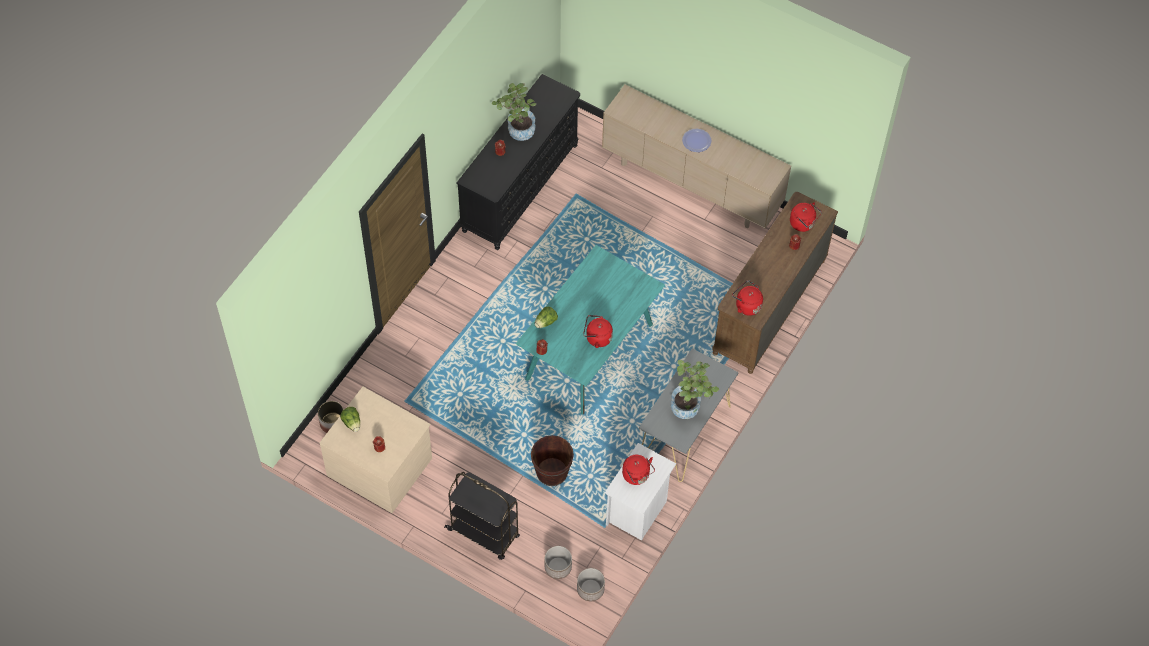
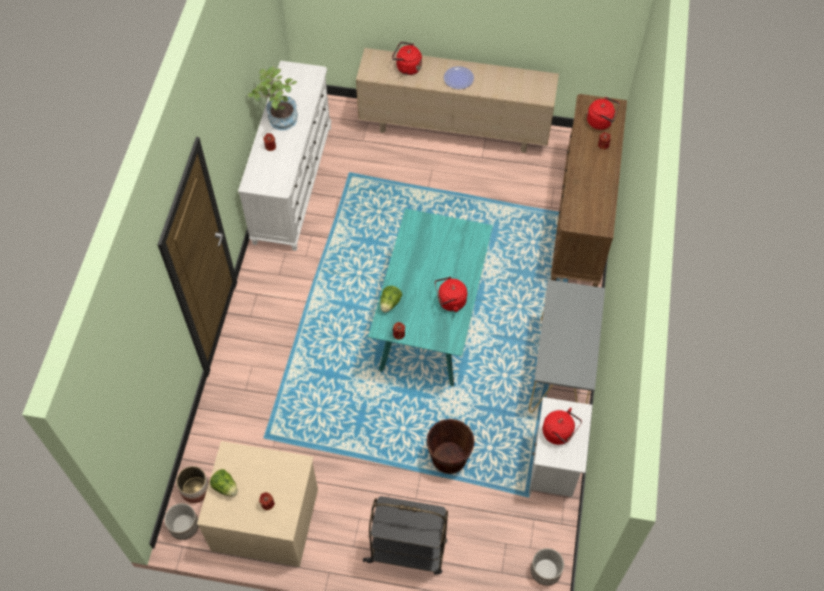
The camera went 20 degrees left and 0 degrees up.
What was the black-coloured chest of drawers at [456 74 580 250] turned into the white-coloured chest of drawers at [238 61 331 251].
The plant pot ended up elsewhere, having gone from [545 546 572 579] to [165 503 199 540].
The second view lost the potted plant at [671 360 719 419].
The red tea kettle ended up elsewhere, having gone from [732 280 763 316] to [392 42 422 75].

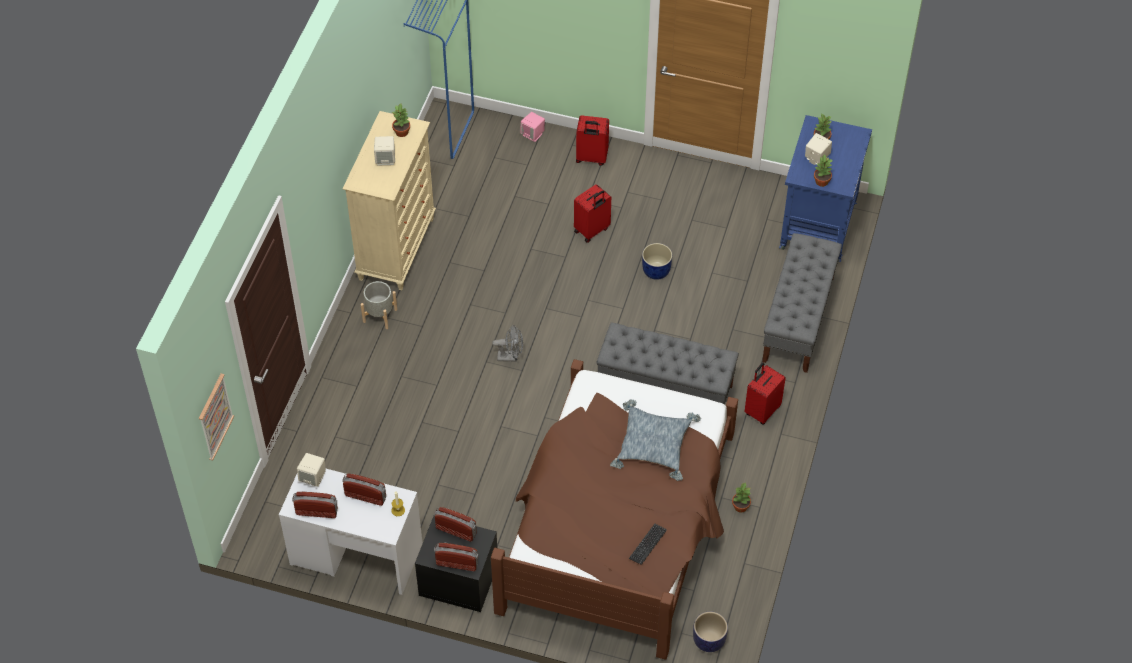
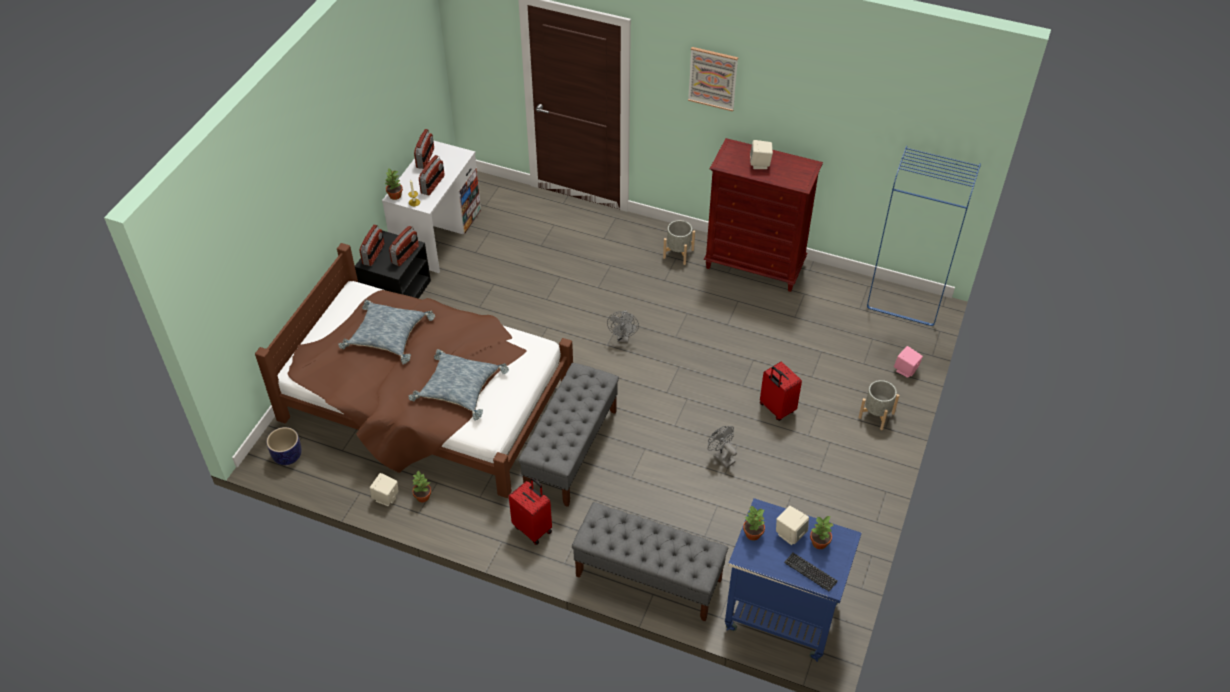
The camera went 95 degrees right and 5 degrees down.
The wall art ended up elsewhere, having gone from [199 374 234 460] to [688 47 738 111].
The beige loudspeaker ended up elsewhere, having gone from [297 453 326 487] to [370 473 398 506].
What was the beige chest of drawers at [342 111 436 290] turned into the red chest of drawers at [704 138 823 292].
The potted plant ended up elsewhere, having gone from [392 104 410 137] to [385 168 403 200].
Where the red piece of luggage stood at [576 115 609 166], the greyish plant pot came to stand at [858 380 899 430].
The computer keyboard ended up elsewhere, having gone from [629 524 667 565] to [784 553 838 591].
Where the bluish plant pot stood at [642 243 672 280], the greyish electric fan came to stand at [708 426 737 468].
The second view gained the throw pillow at [339 300 435 365].

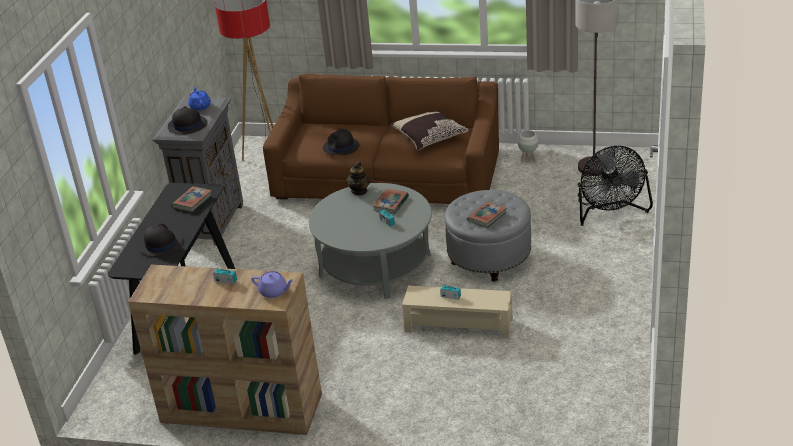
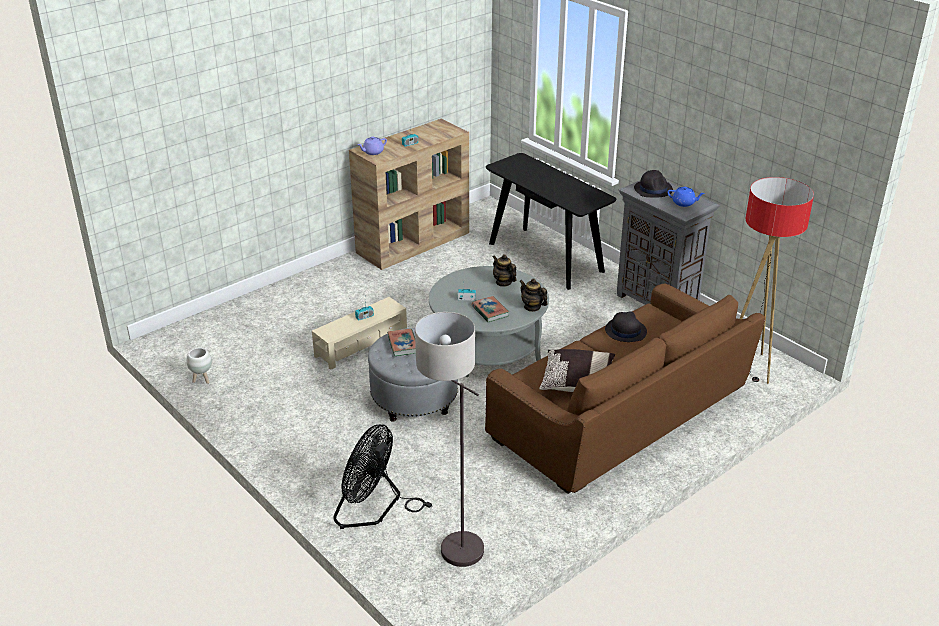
The camera went 125 degrees right and 0 degrees up.
The second view lost the black-coloured hat at [139 223 183 257].
The second view lost the volume at [172 186 212 212].
The white-coloured plant pot ended up elsewhere, having gone from [517 130 539 162] to [187 348 212 384].
The second view gained the pot for tea at [493 254 516 287].

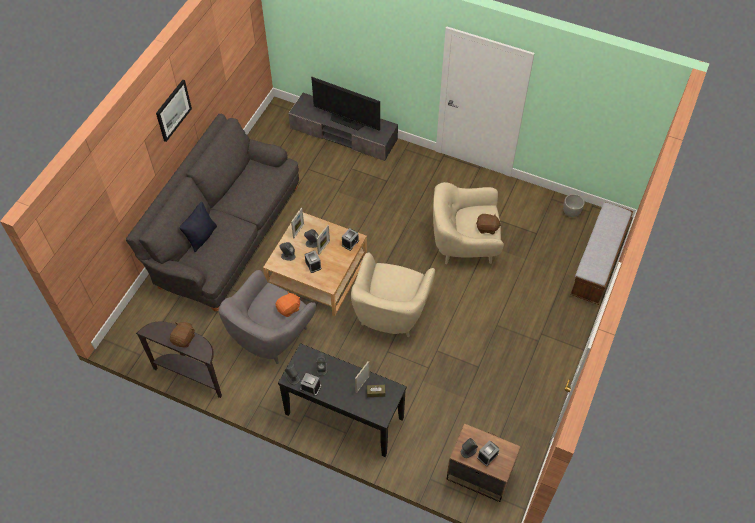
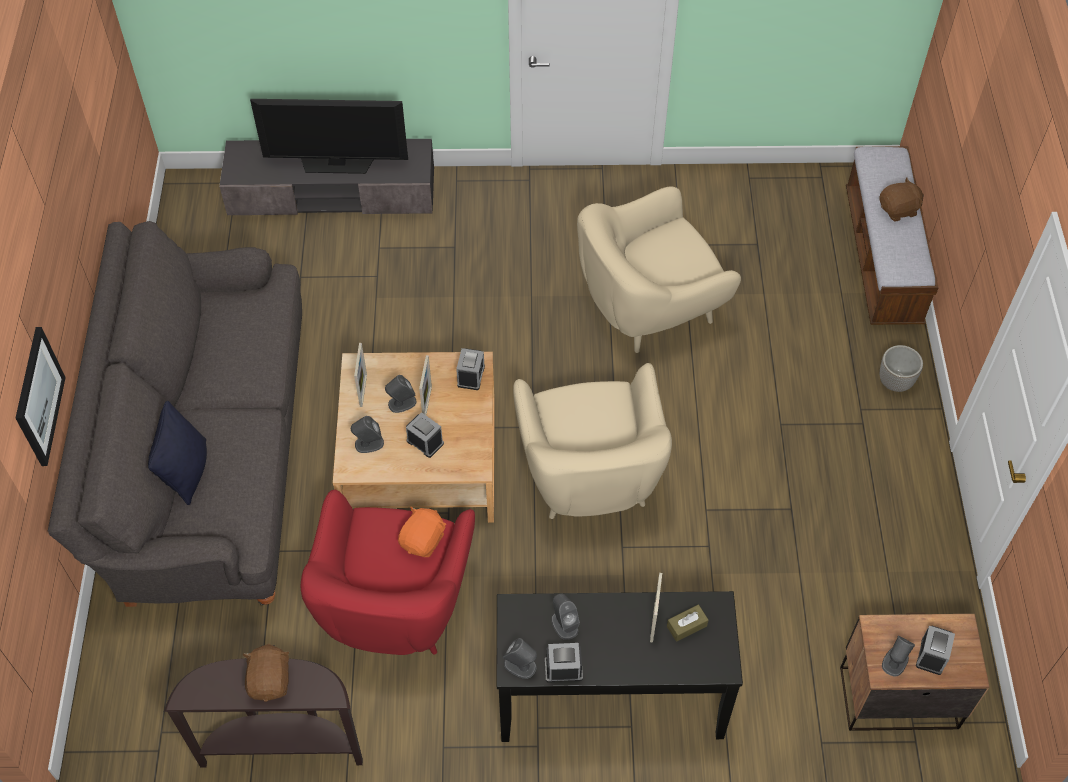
The camera went 25 degrees left and 0 degrees up.
The wall art ended up elsewhere, having gone from [156 80 192 142] to [15 327 66 466].
What was the greyish lounge chair at [218 270 316 364] turned into the red lounge chair at [301 490 475 655].
The brown plush toy ended up elsewhere, having gone from [476 213 501 234] to [879 178 924 222].
The plant pot ended up elsewhere, having gone from [563 194 585 217] to [880 345 923 392].

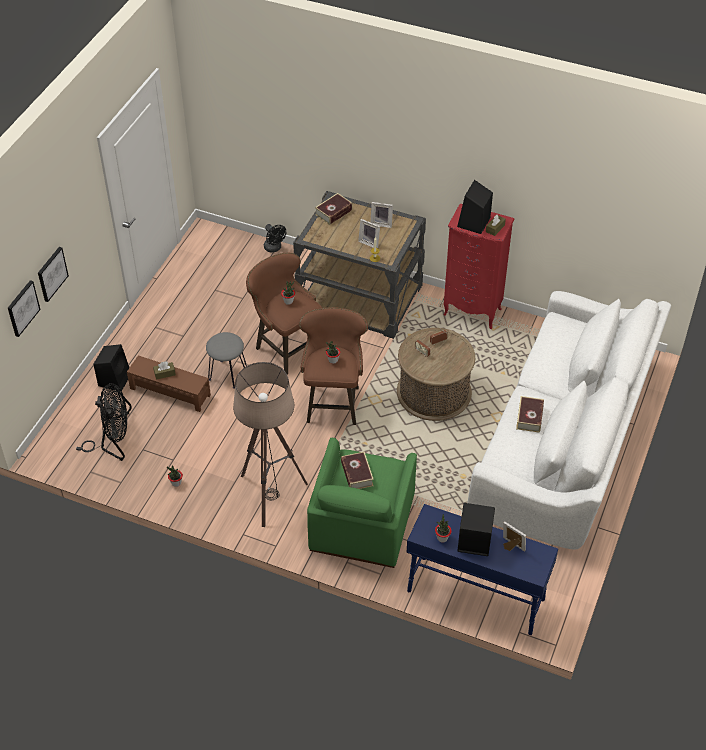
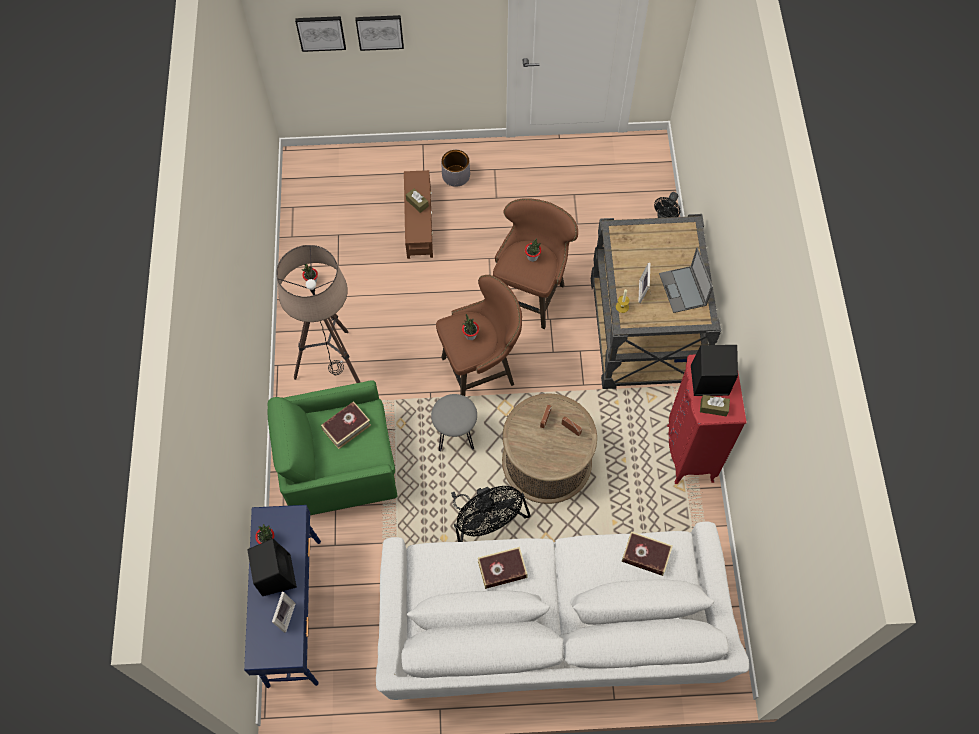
The camera went 65 degrees right and 15 degrees up.
The black-coloured electric fan ended up elsewhere, having gone from [76 383 131 461] to [451 486 531 542].
The second view lost the black-coloured loudspeaker at [93 344 129 392].
The greyish stool seat ended up elsewhere, having gone from [206 332 247 389] to [431 394 477 451].
The volume ended up elsewhere, having gone from [315 193 353 225] to [621 531 672 576].
Where the standing frame stood at [371 202 393 228], the notebook computer came to stand at [659 247 713 313].
The second view gained the greyish plant pot at [441 150 470 187].

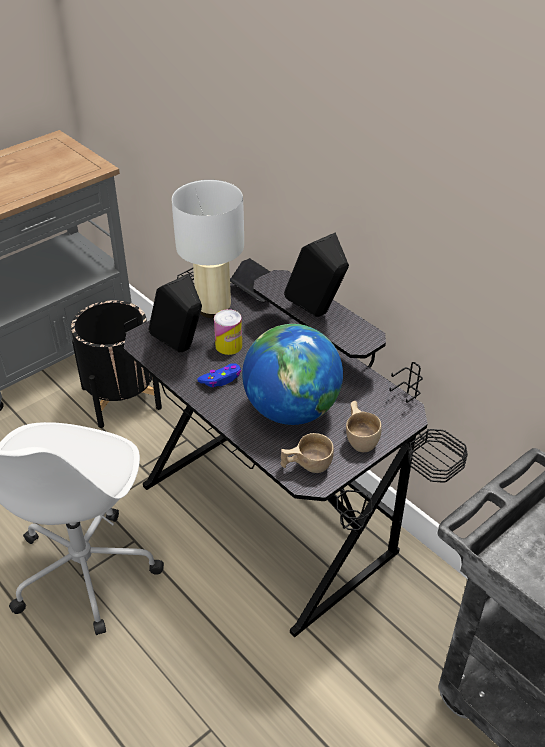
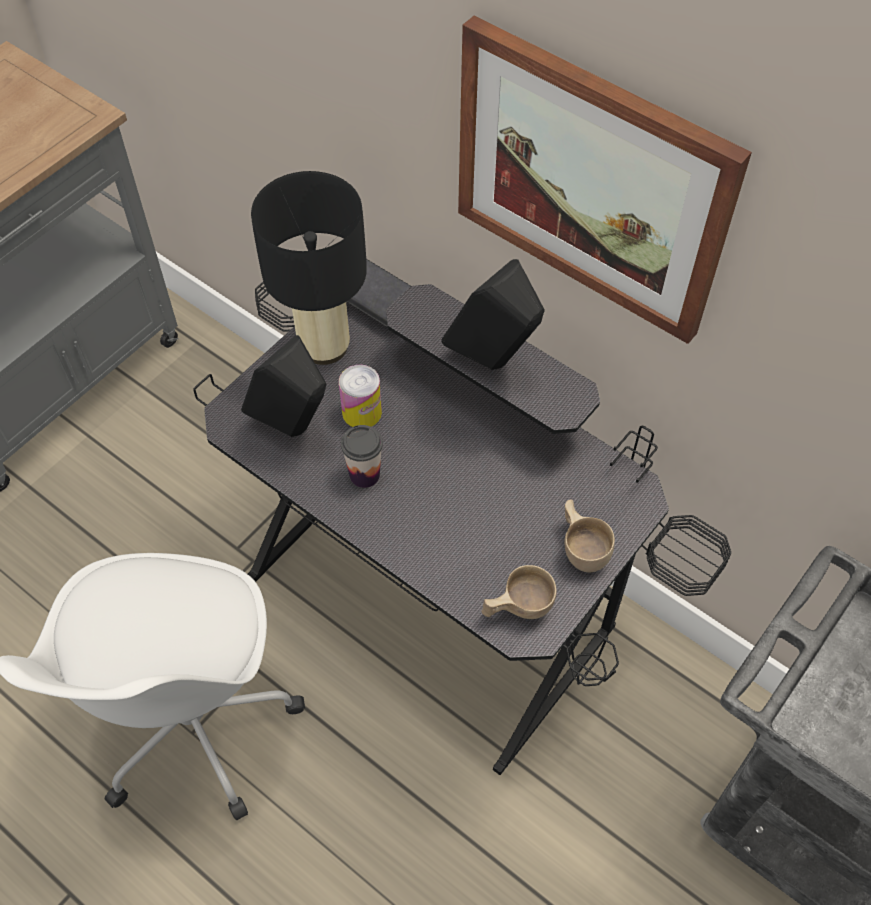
The camera went 10 degrees left and 15 degrees up.
The second view lost the black-coloured plant pot at [71 300 162 428].
What was the white-coloured tabletop lamp at [172 180 244 318] turned into the black-coloured tabletop lamp at [251 171 367 365].
Where the bluish game controller stood at [197 363 241 387], the small cup came to stand at [341 425 383 488].
The second view lost the desk globe at [242 324 343 425].
The second view gained the wall art at [458 16 752 344].

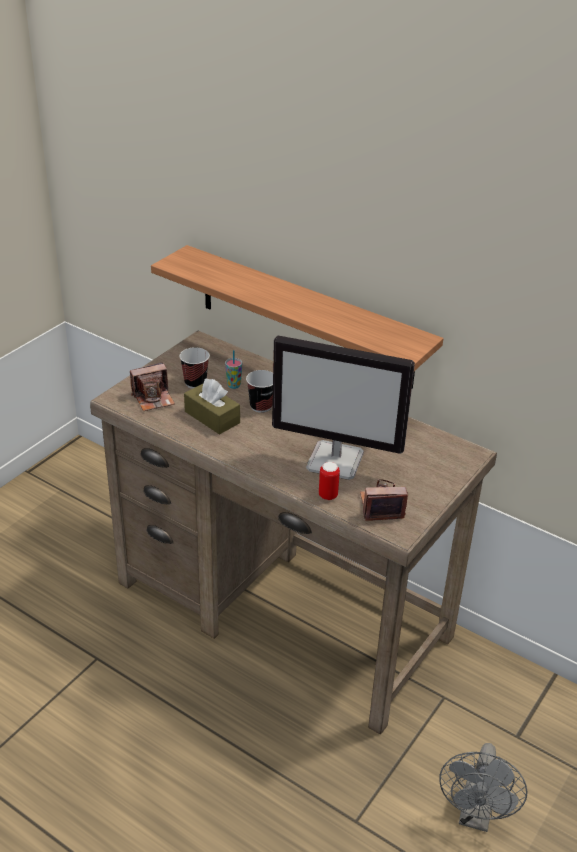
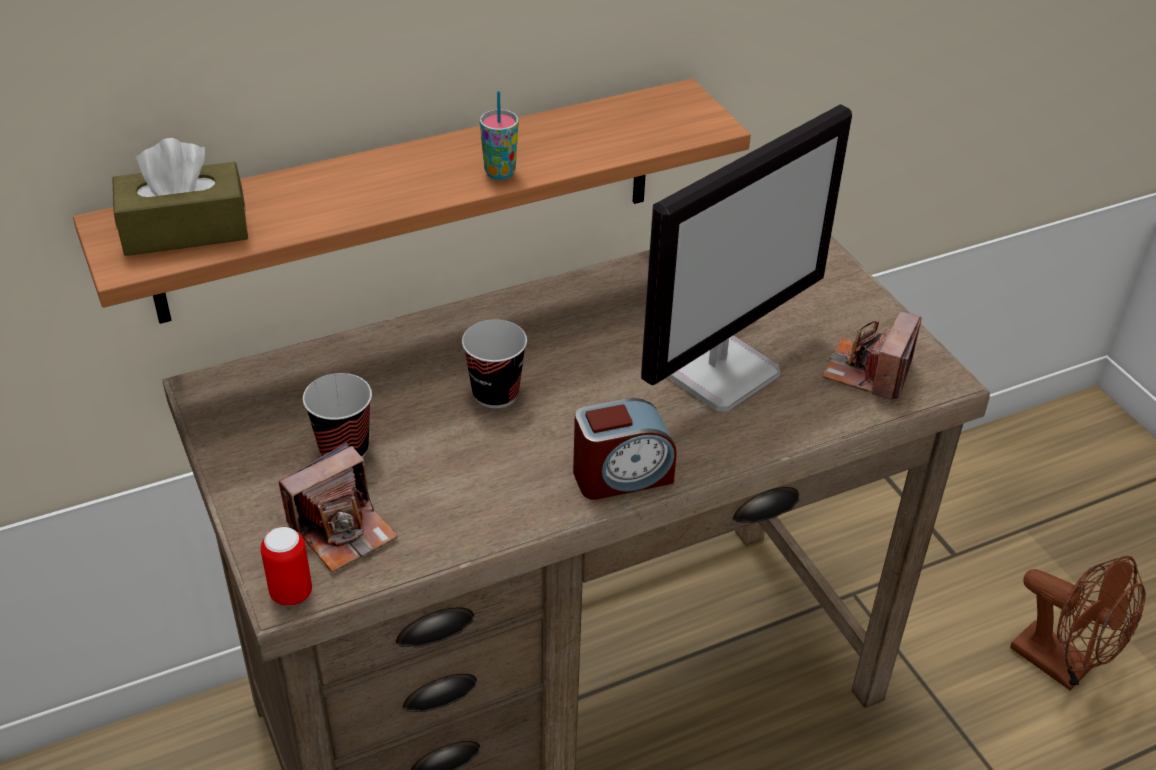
The camera went 60 degrees left and 5 degrees up.
The still camera at [130 362 175 411] ended up facing another way, 45 degrees clockwise from before.
The brown box of tissues ended up elsewhere, having gone from [184 379 240 435] to [112 138 248 256].
The small cup ended up elsewhere, having gone from [225 350 242 389] to [480 91 519 180].
The sealed can ended up elsewhere, having gone from [319 462 340 500] to [261 527 312 606].
What was the greyish electric fan at [439 743 528 832] turned into the brown electric fan at [1010 556 1146 690].
The second view gained the bedside clock at [573 398 677 500].

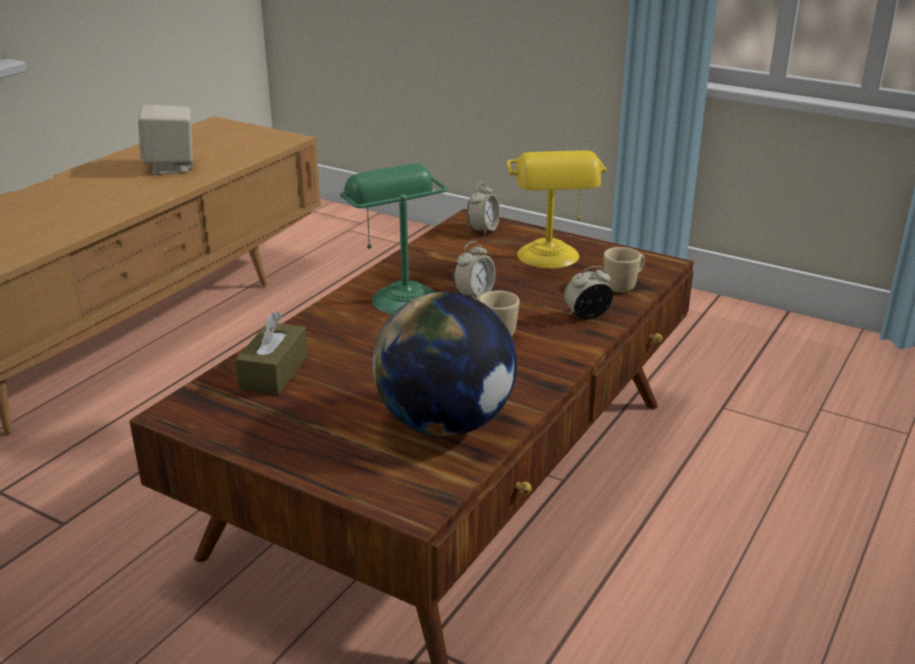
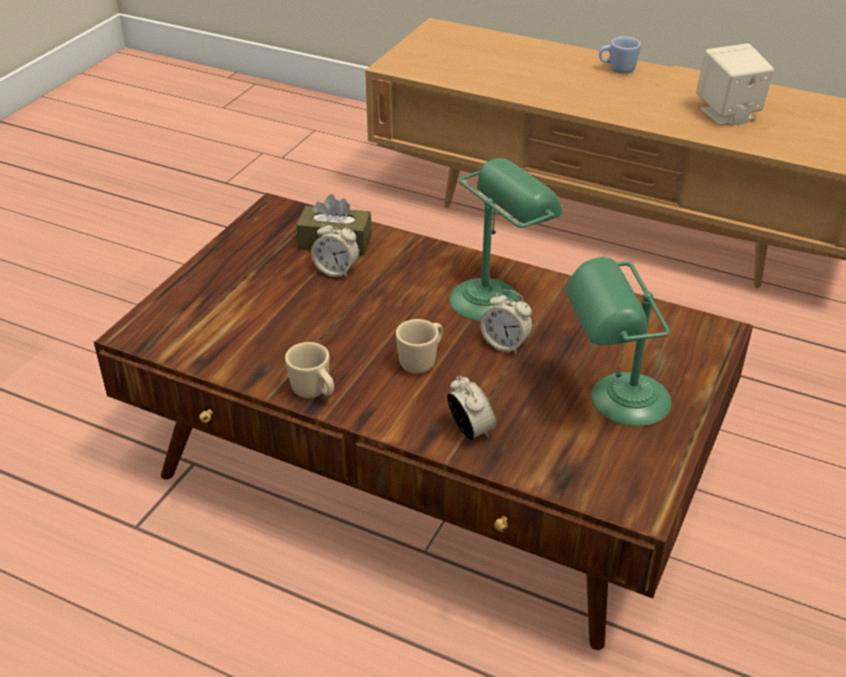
The camera went 85 degrees right and 10 degrees up.
The second view lost the desk globe at [372 292 517 437].
The bedside clock ended up elsewhere, having gone from [467 182 500 235] to [311 219 359 278].
What was the yellowish tabletop lamp at [506 150 607 269] turned into the greenish tabletop lamp at [566 257 672 426].
The beige tea mug ended up elsewhere, having gone from [604 247 645 292] to [285 342 334 398].
The second view gained the bluish tea mug at [599 37 641 74].

